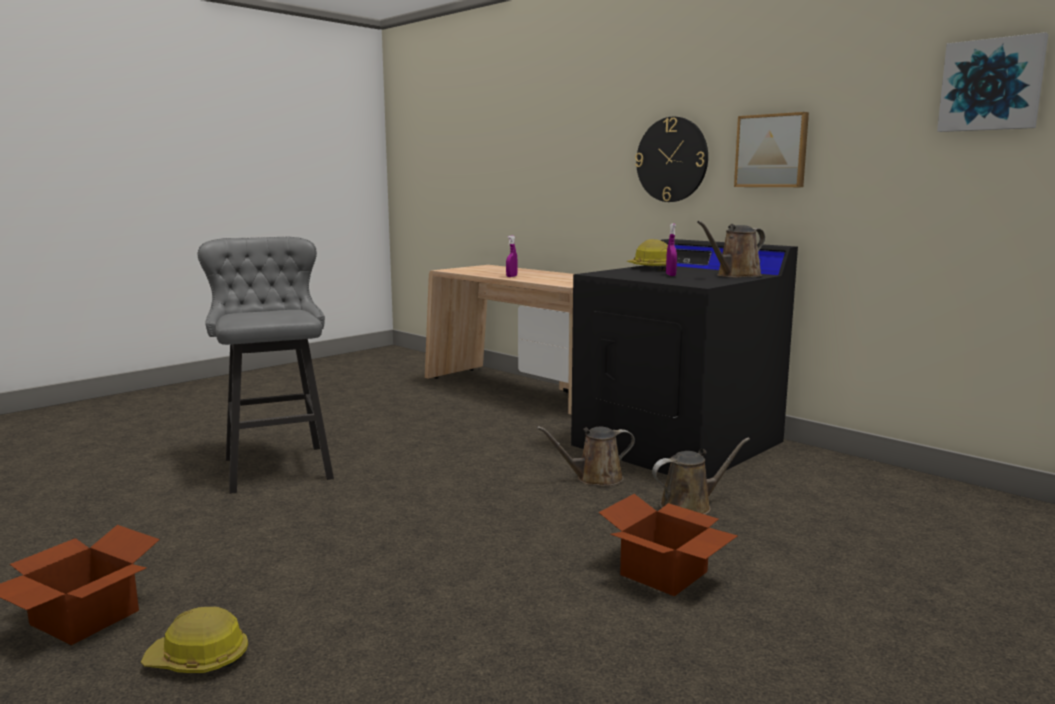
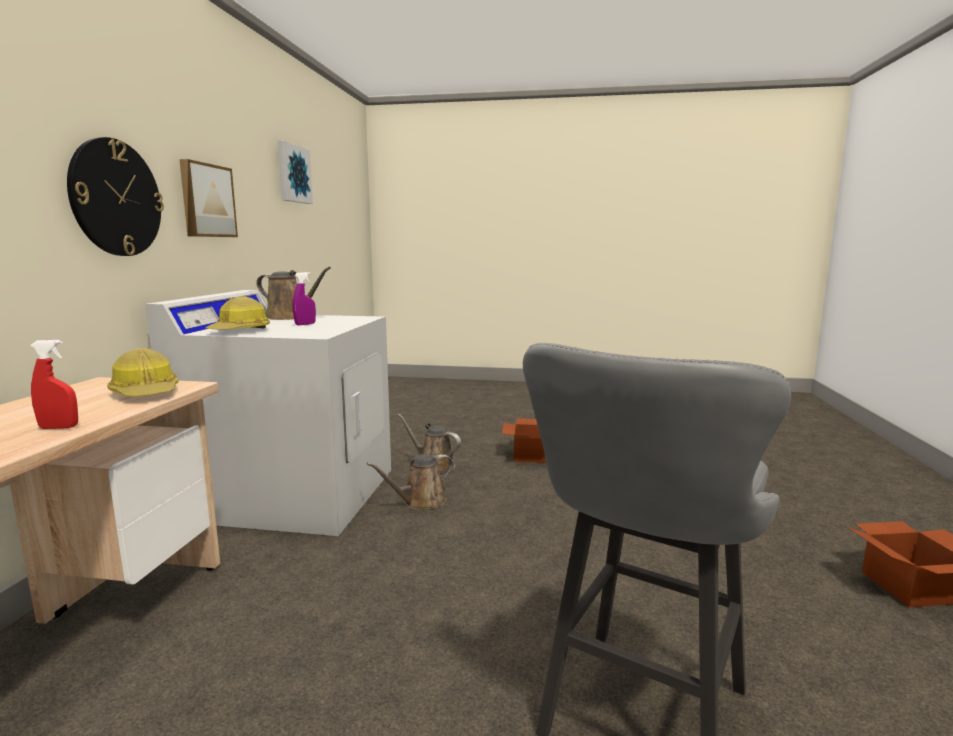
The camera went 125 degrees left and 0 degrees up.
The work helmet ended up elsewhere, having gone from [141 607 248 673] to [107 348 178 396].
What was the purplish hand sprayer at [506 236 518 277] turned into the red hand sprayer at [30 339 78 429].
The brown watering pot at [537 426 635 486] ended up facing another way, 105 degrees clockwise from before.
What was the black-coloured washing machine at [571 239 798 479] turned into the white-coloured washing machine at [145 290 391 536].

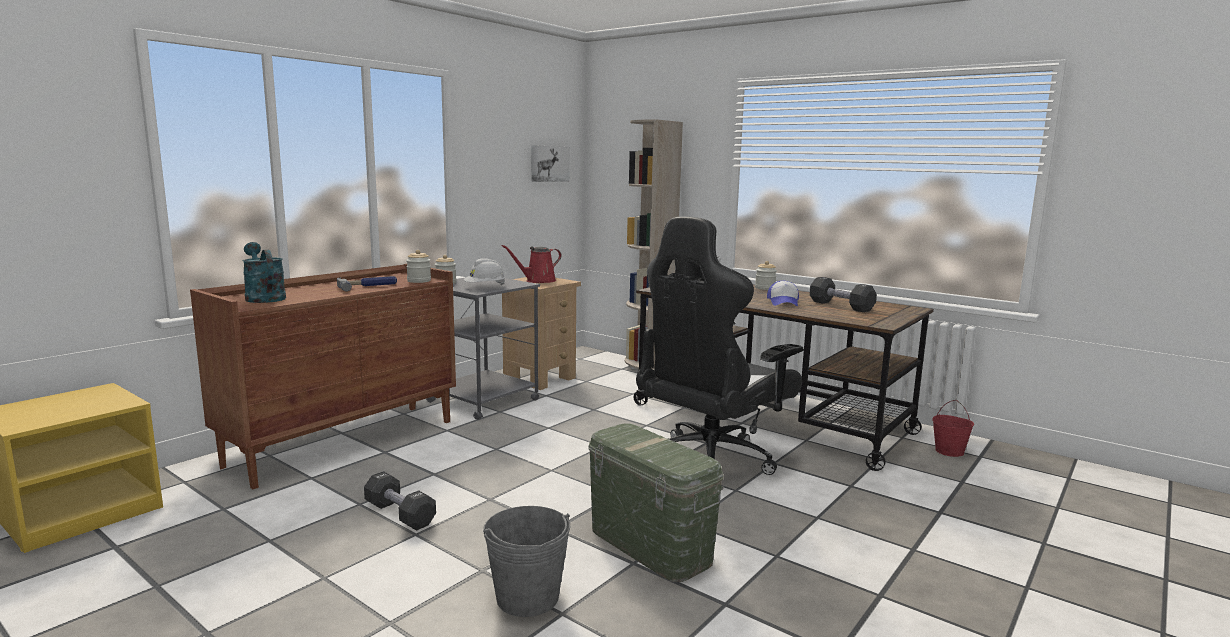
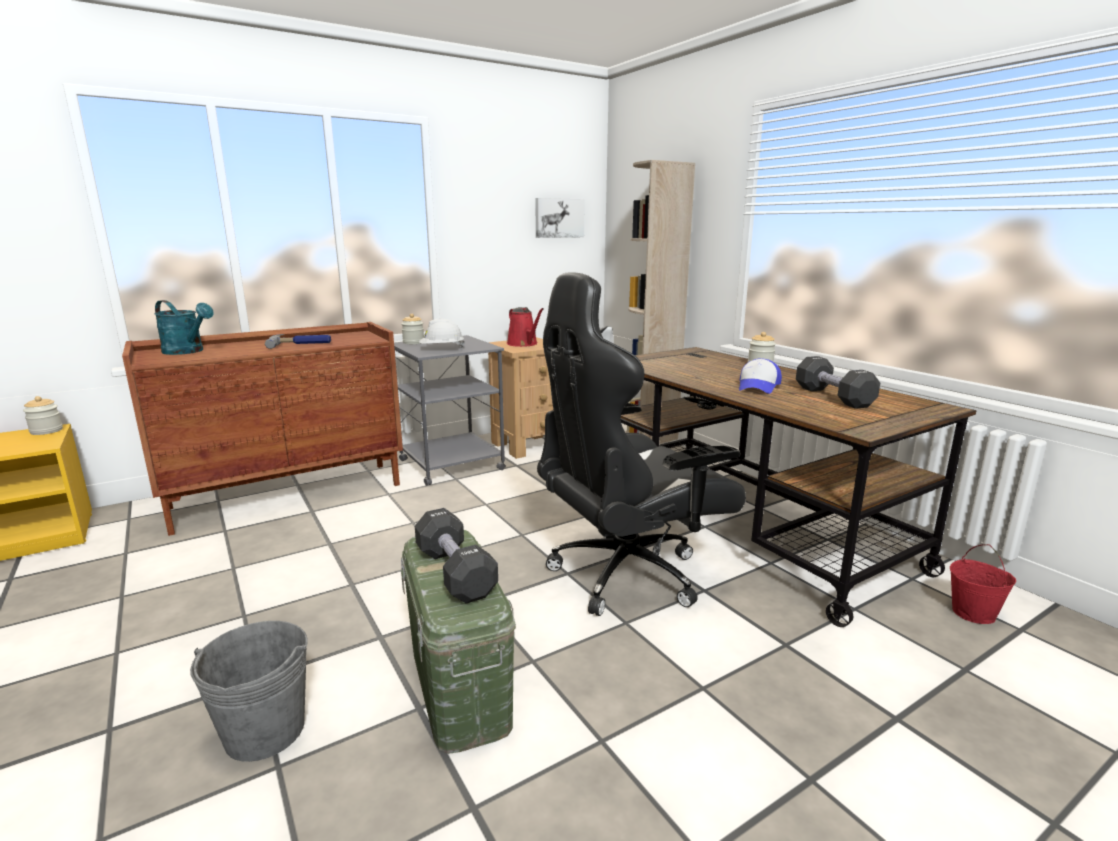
The camera went 20 degrees right and 5 degrees up.
The blue-green watering pot at [242 242 286 303] ended up facing another way, 135 degrees clockwise from before.
The black-coloured dumbbell ended up elsewhere, having gone from [364 471 436 531] to [415 508 498 604].
The preserve jar ended up elsewhere, having gone from [406 250 431 283] to [23 396 63 435].
The red watering pot at [502 245 562 283] ended up facing another way, 105 degrees counterclockwise from before.

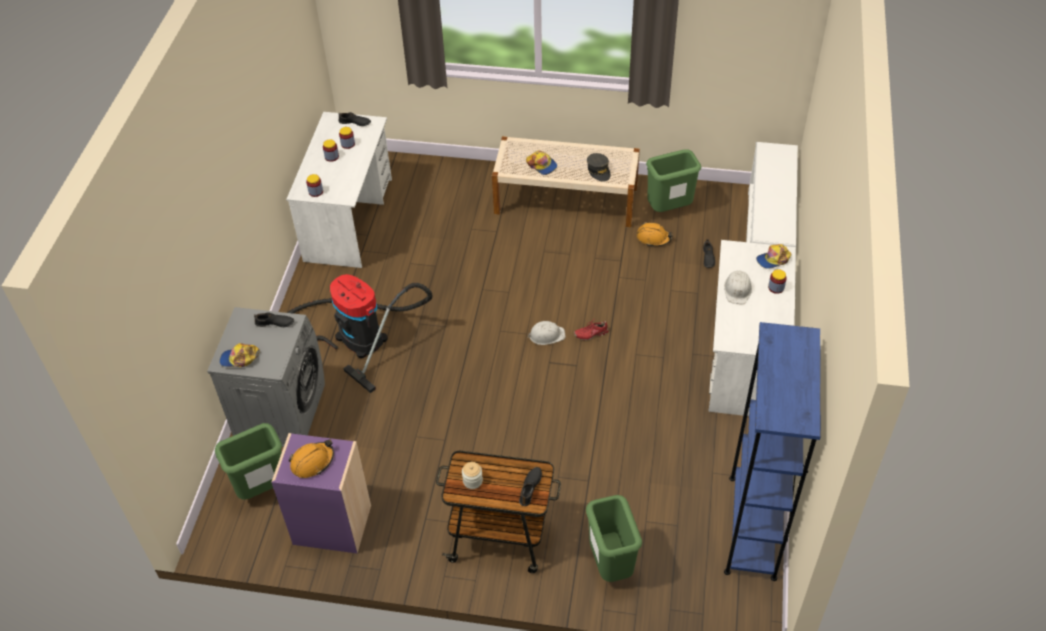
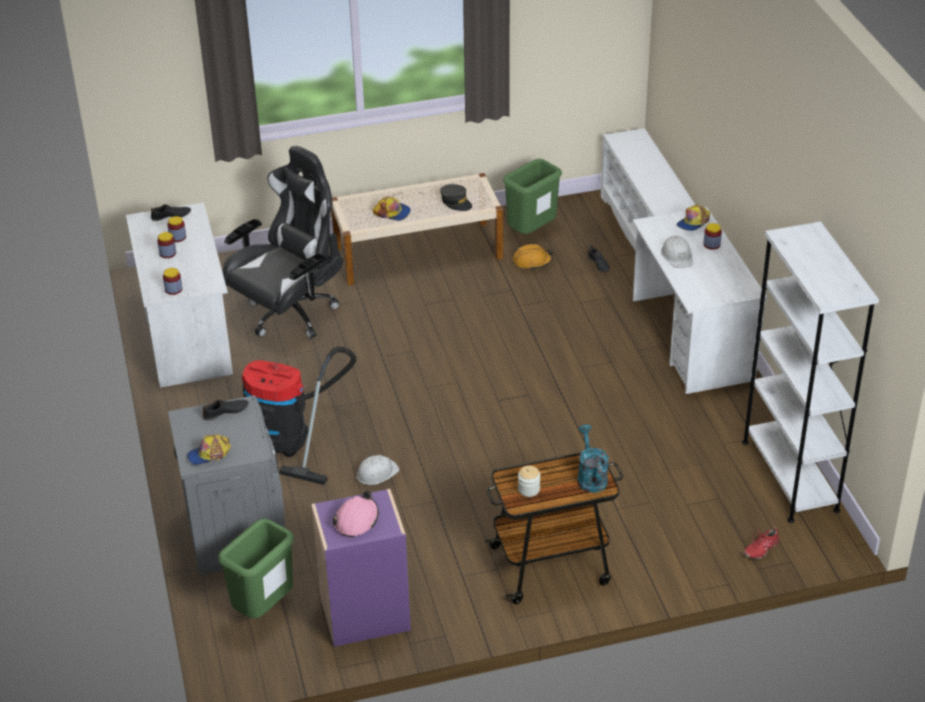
The camera went 25 degrees left and 10 degrees down.
What was the orangey work helmet at [289 440 334 478] turned into the pinkish work helmet at [333 490 379 537].
Where the black-coloured low shoe stood at [519 467 542 506], the blue-green watering pot came to stand at [578 425 609 493].
The white-coloured work helmet ended up elsewhere, having gone from [528 321 565 345] to [356 455 400 485].
The red low shoe ended up elsewhere, having gone from [574 319 609 340] to [743 527 779 559].
The second view lost the greenish trash can at [586 495 642 582].
What was the bluish bookshelf at [724 322 821 581] turned into the white-coloured bookshelf at [742 221 879 523].
The second view gained the black-coloured office chair at [222 146 343 339].

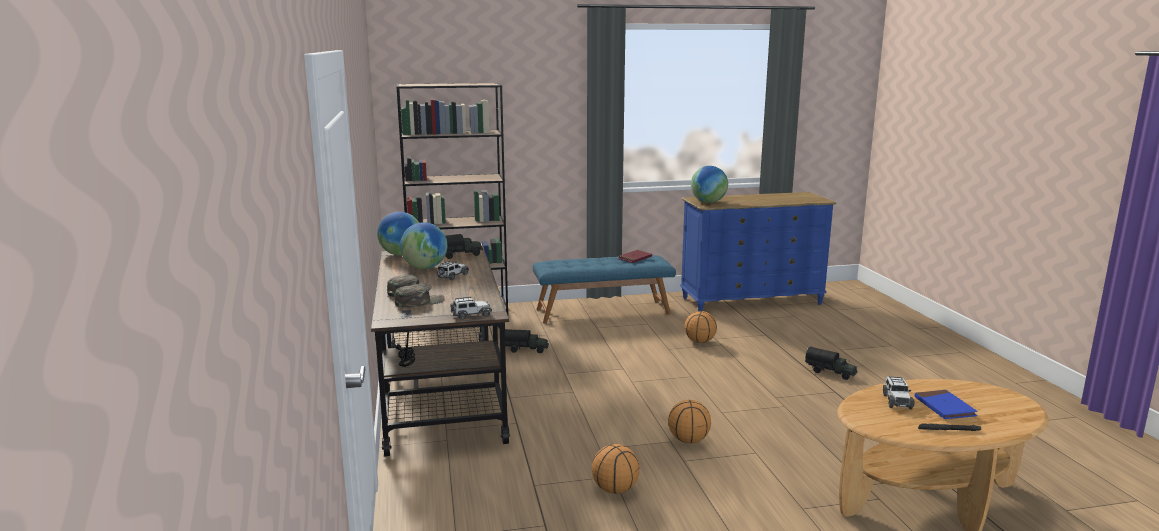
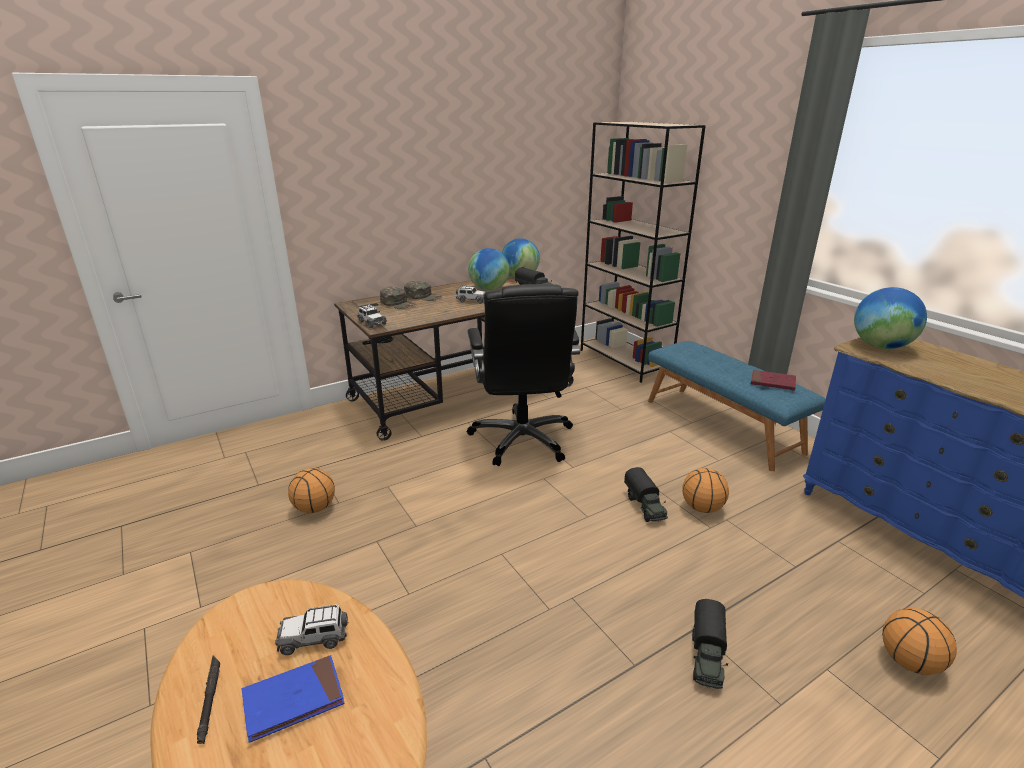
The camera went 70 degrees right and 10 degrees up.
The model truck ended up elsewhere, having gone from [505 329 549 353] to [624 467 668 522].
The basketball ended up elsewhere, having gone from [668 400 711 443] to [882 608 957 675].
The second view gained the black-coloured office chair at [467 284 580 466].

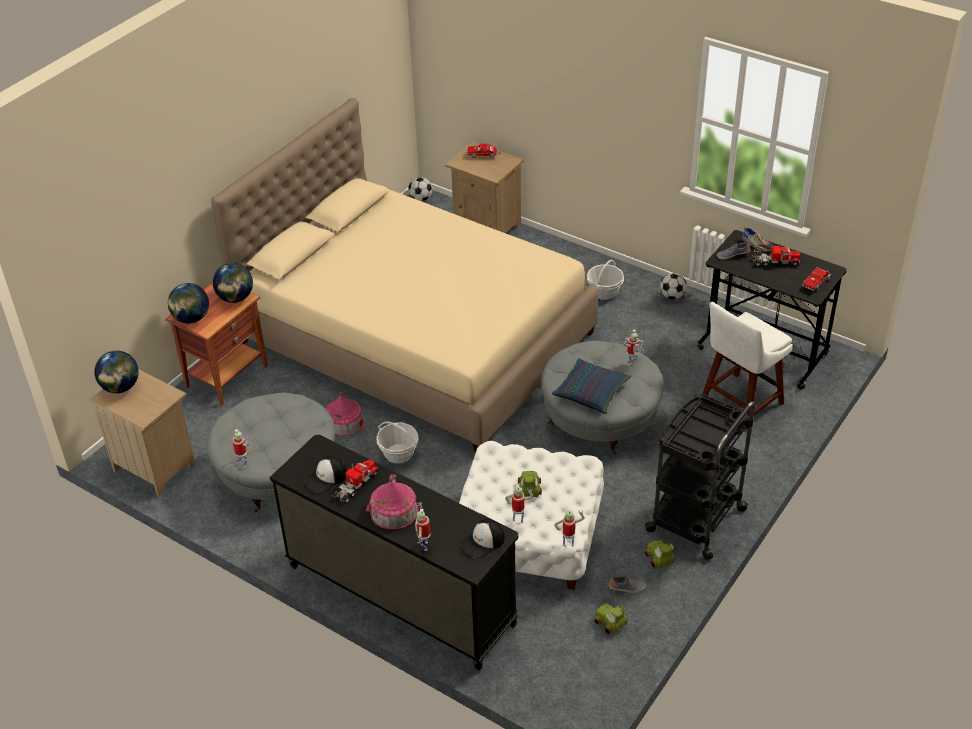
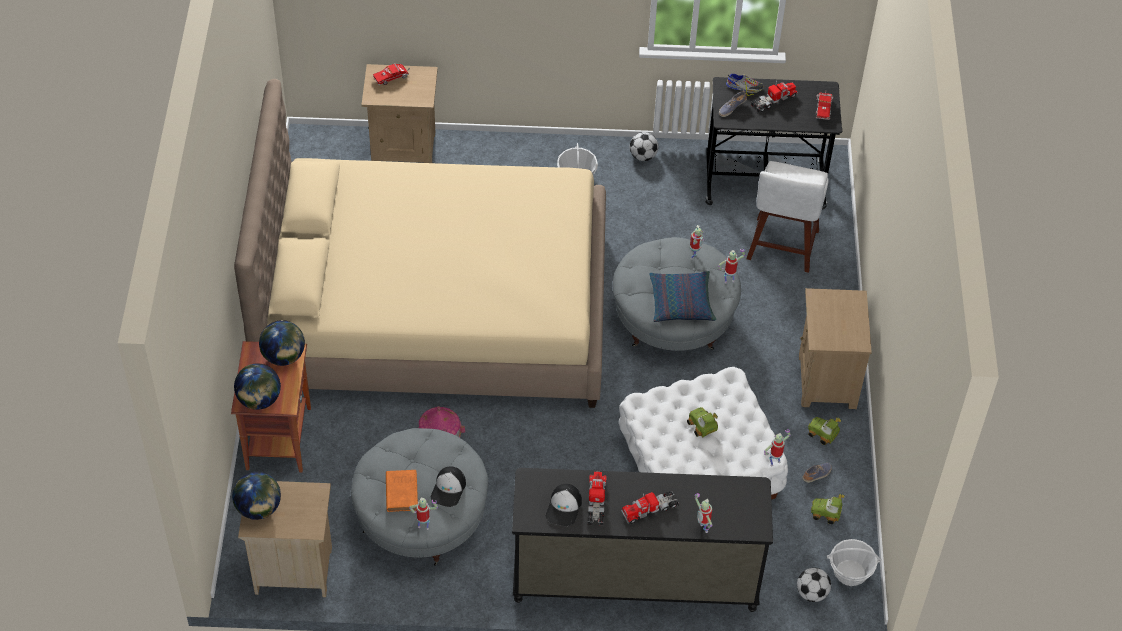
The camera went 35 degrees left and 10 degrees up.
Where the miniature house stood at [365 474 419 530], the model truck came to stand at [621 492 679 524].
The household basket ended up elsewhere, having gone from [376 421 419 464] to [827 539 882 586].
The football ended up elsewhere, having gone from [408 177 433 201] to [797 568 831 602].
The cap ended up elsewhere, having gone from [460 519 505 559] to [431 467 466 507].
The toy robot ended up elsewhere, having gone from [505 485 533 523] to [718 249 745 283].
Where the black-coloured cart stood at [645 394 755 560], the beige bedside table came to stand at [799 288 872 409].
The second view gained the orangey volume at [386 470 418 512].

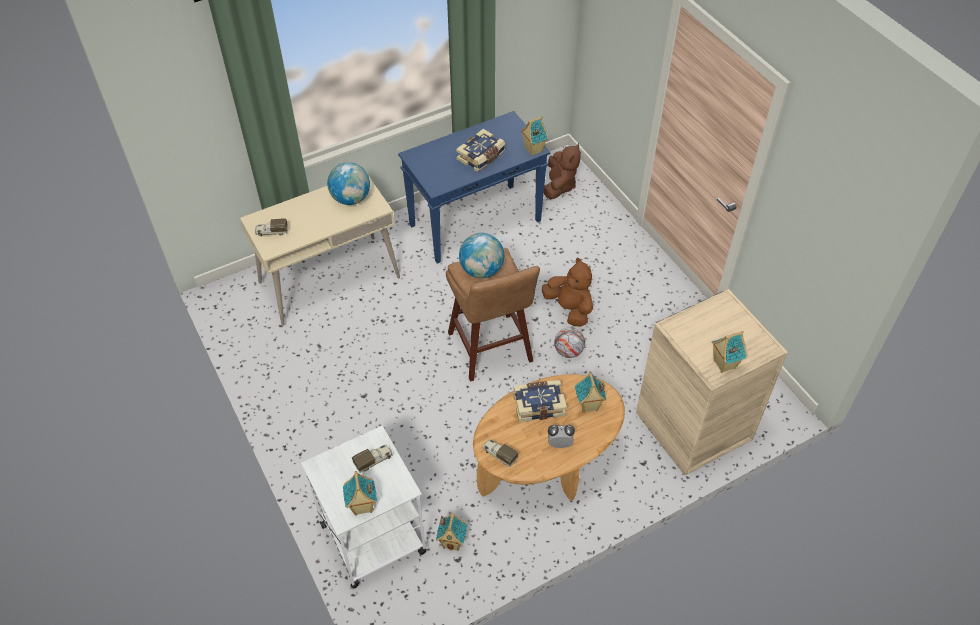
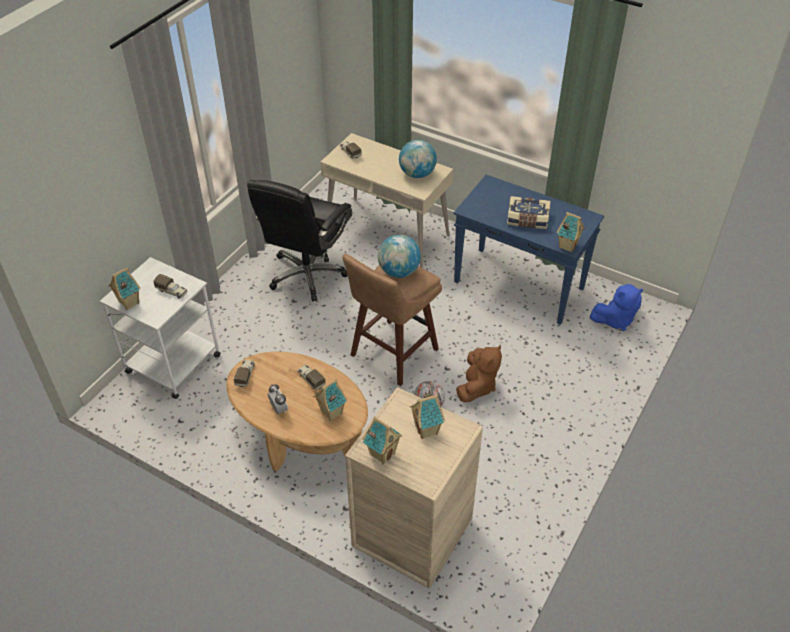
The camera went 60 degrees right and 5 degrees down.
The miniature house ended up elsewhere, having gone from [436 513 467 551] to [410 390 445 439].
Where the volume stood at [513 380 567 422], the model truck came to stand at [297 364 326 390].
What was the brown plush toy at [544 143 581 199] turned into the bluish plush toy at [590 284 643 331].
The second view gained the black-coloured office chair at [247 180 352 301].

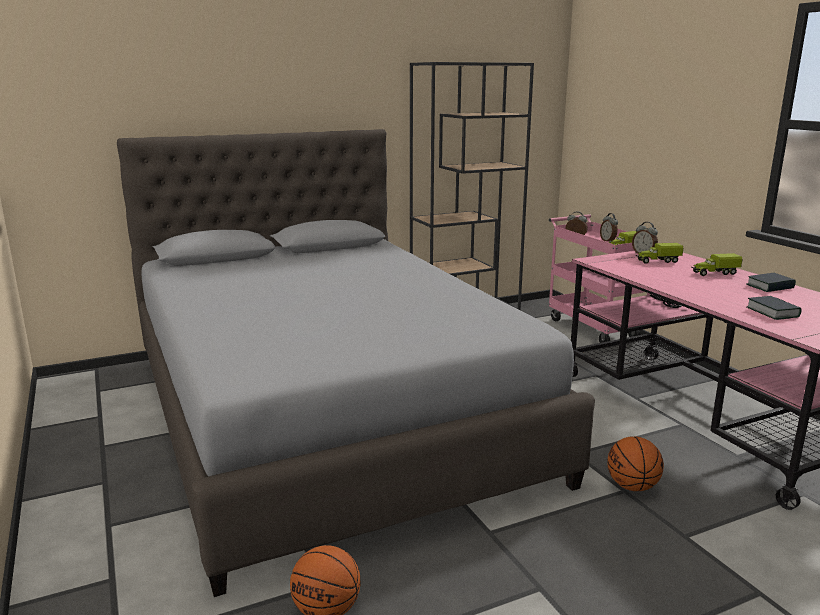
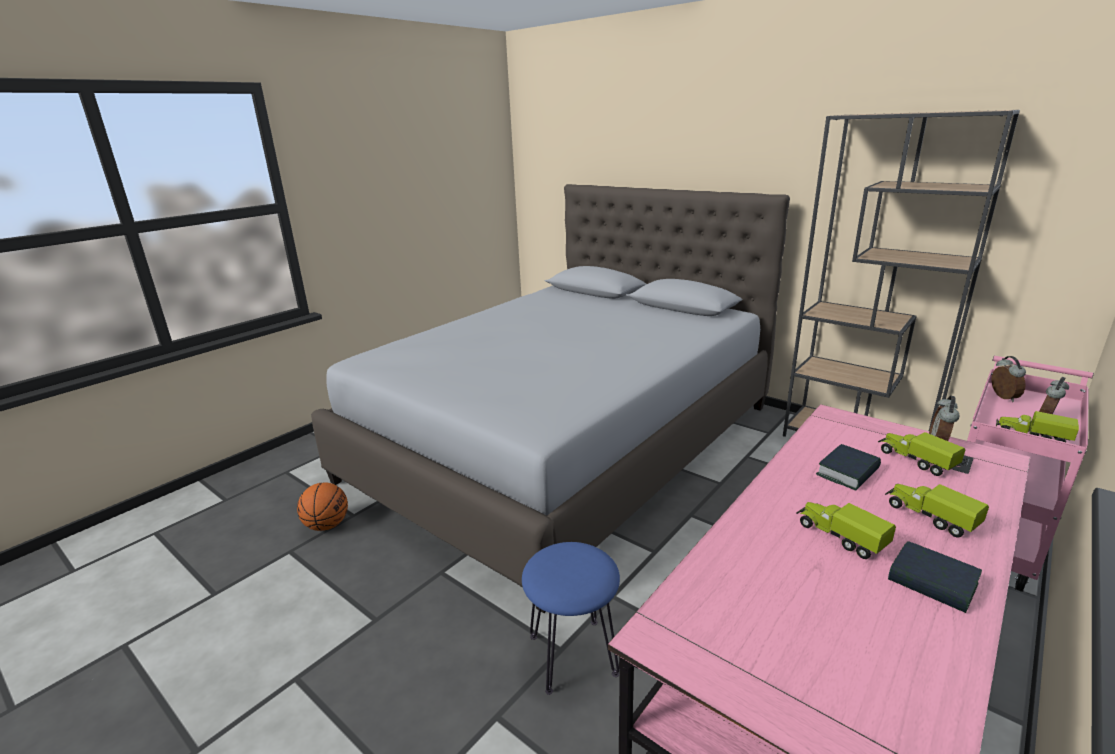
The camera went 65 degrees right and 5 degrees up.
Where the basketball stood at [607 437 664 491], the bluish stool seat came to stand at [522 542 620 695].
The volume ended up elsewhere, having gone from [747 296 801 320] to [816 444 881 491].
The second view gained the model truck at [796 502 896 559].

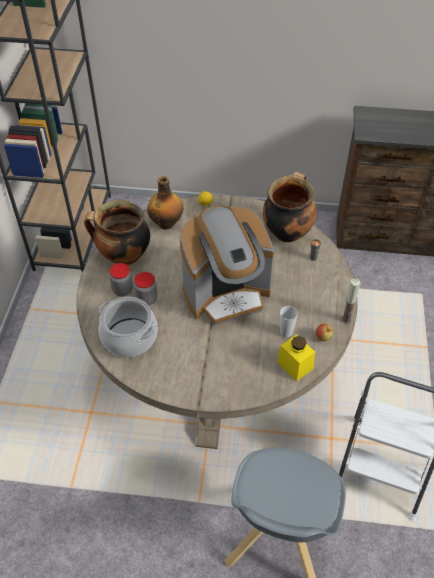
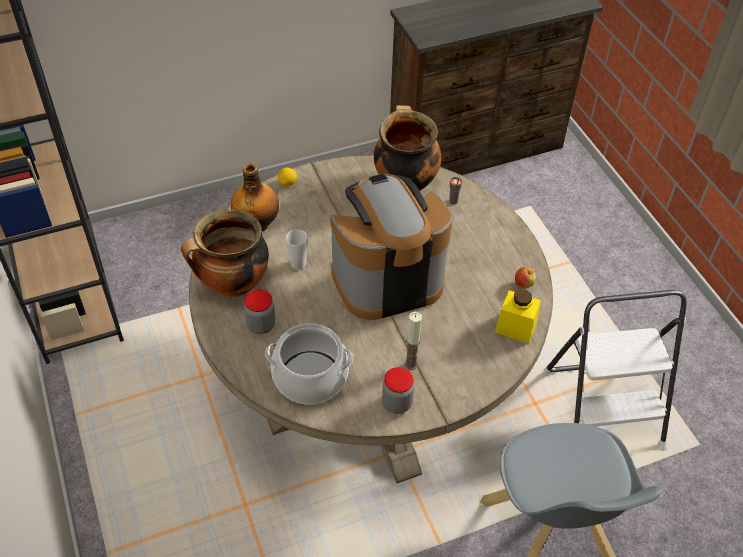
The camera went 30 degrees left and 0 degrees up.
The preserve jar ended up elsewhere, having gone from [134 272 157 305] to [382 367 414 414].
The coffee brewer at [179 205 274 326] ended up facing another way, 150 degrees counterclockwise from before.
The small cup ended up elsewhere, having gone from [280 306 298 338] to [286 229 308 270].
The wax candle ended up elsewhere, having gone from [341 278 361 324] to [404 311 422 370].

